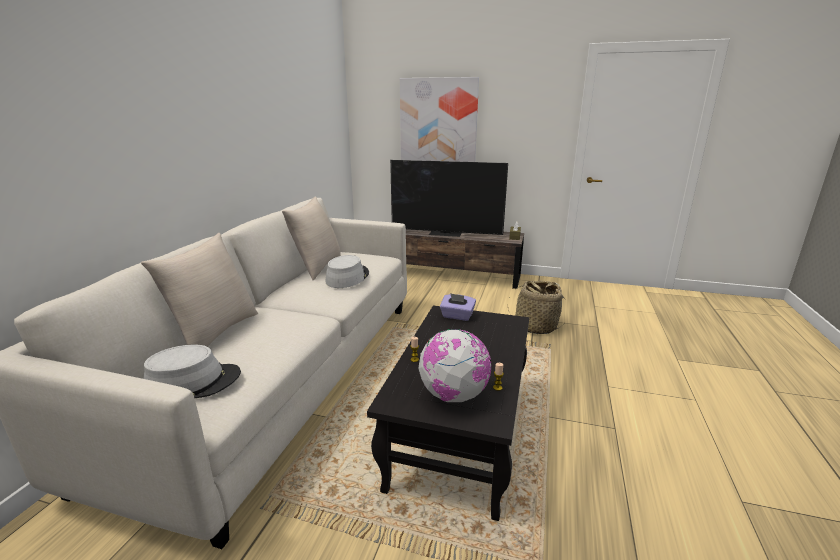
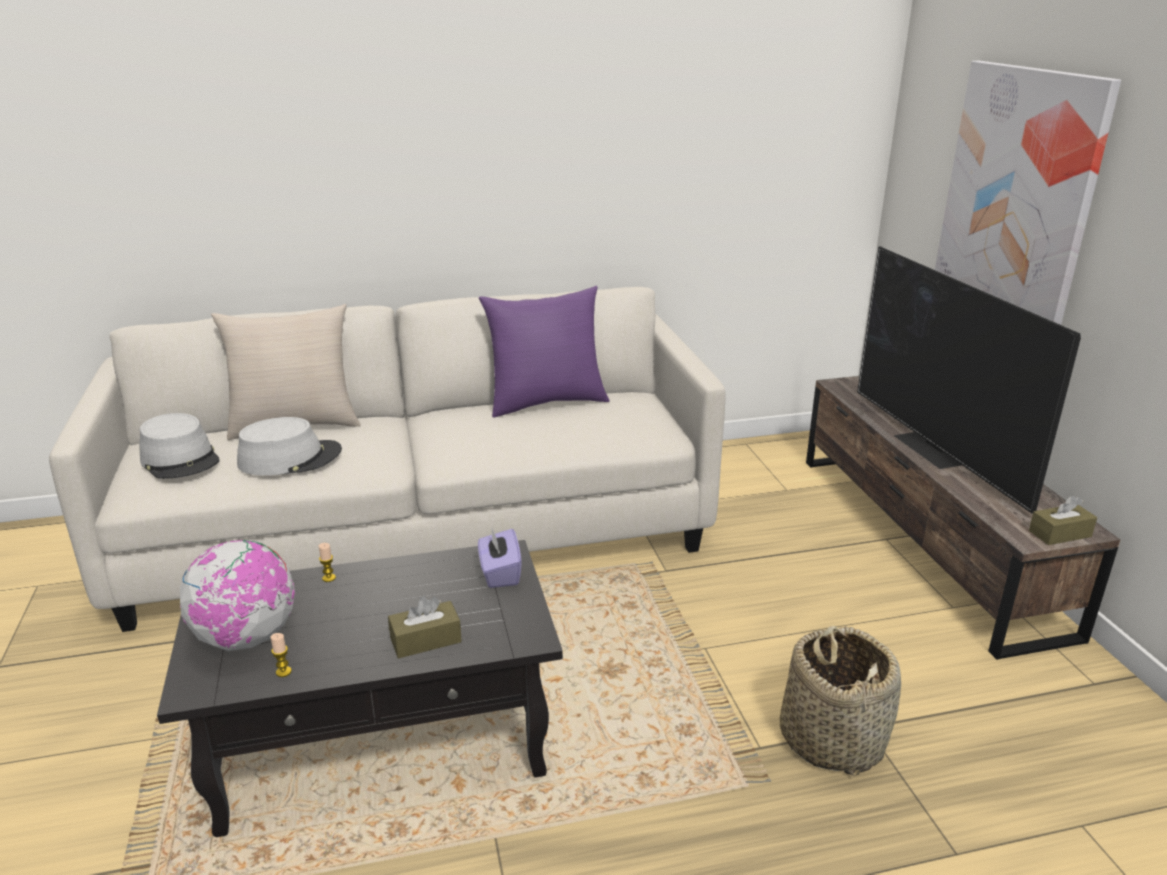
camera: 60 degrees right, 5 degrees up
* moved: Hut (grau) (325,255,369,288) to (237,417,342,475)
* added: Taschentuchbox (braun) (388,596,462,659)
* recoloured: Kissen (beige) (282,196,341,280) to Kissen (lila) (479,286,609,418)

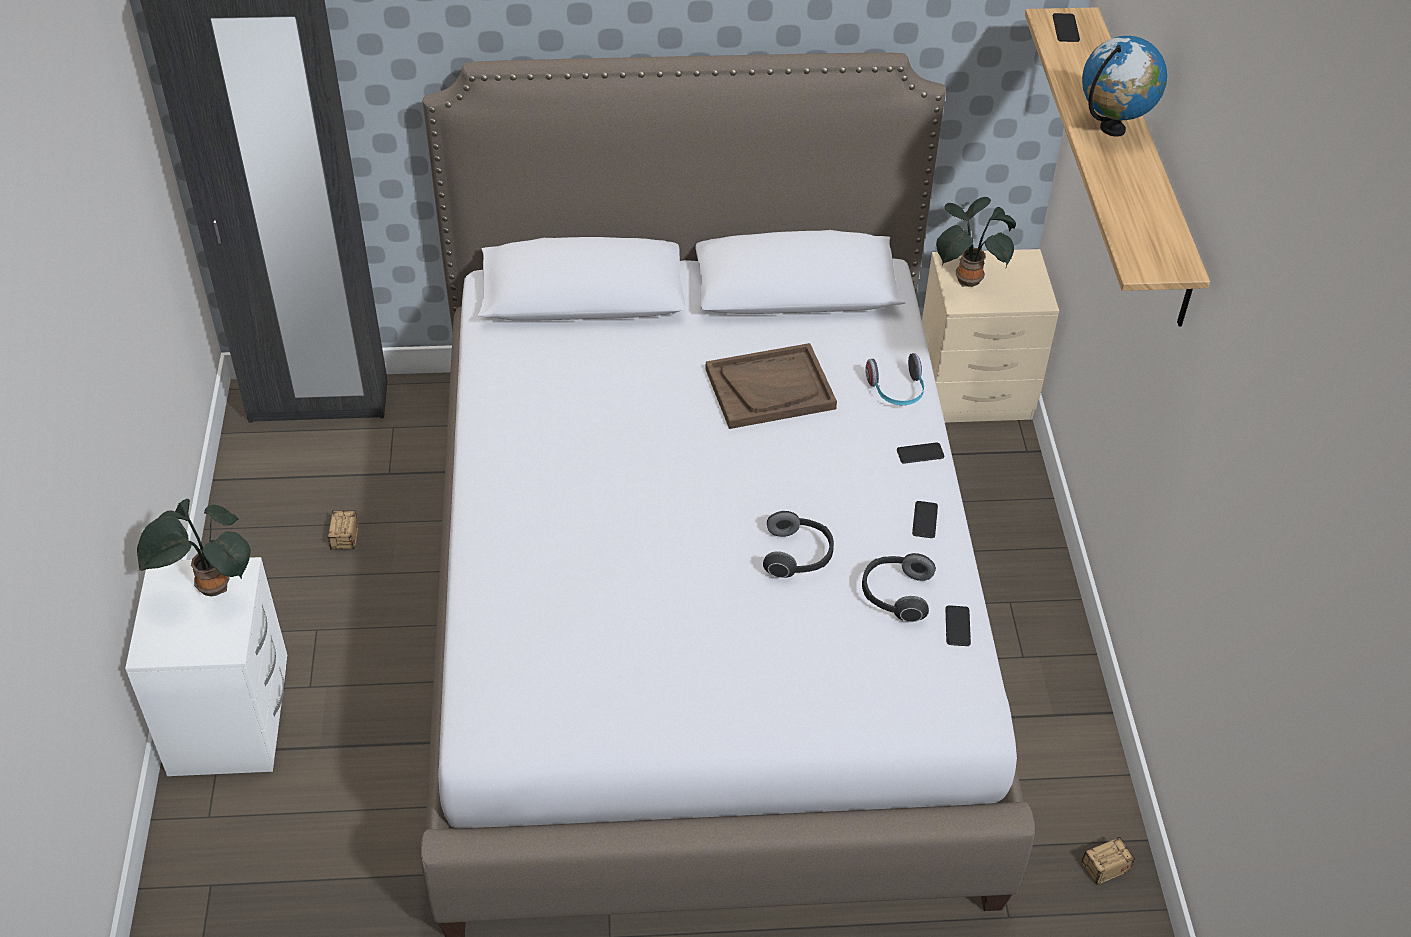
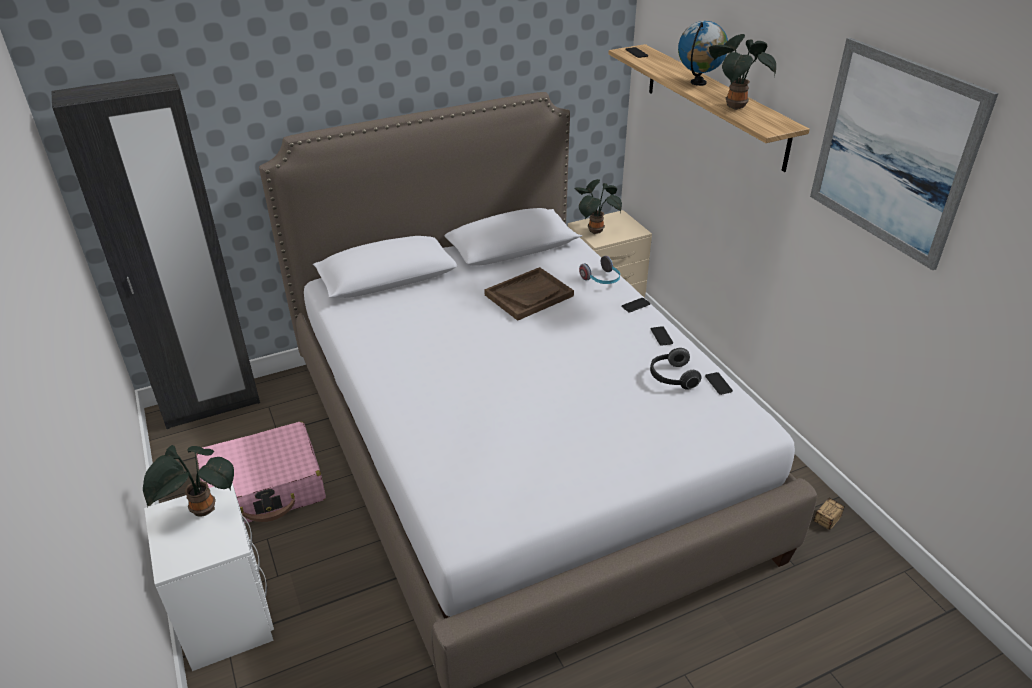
camera: 20 degrees left, 10 degrees down
* replaced: Aufbewahrungsbox (327,510,359,550) to Koffer (rosa) (196,422,326,523)
* added: Topfpflanze (709,34,776,110)
* added: Bild (810,38,999,270)
* removed: Kopfhörer (763,511,834,578)

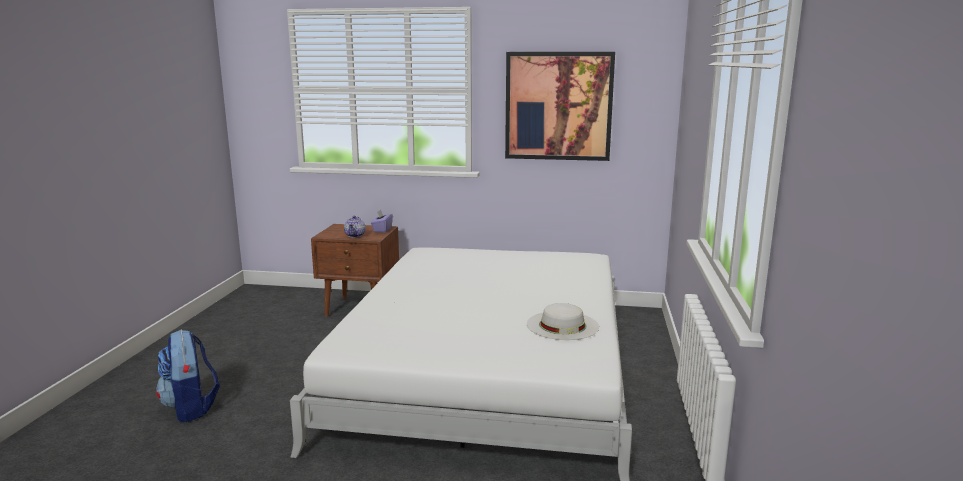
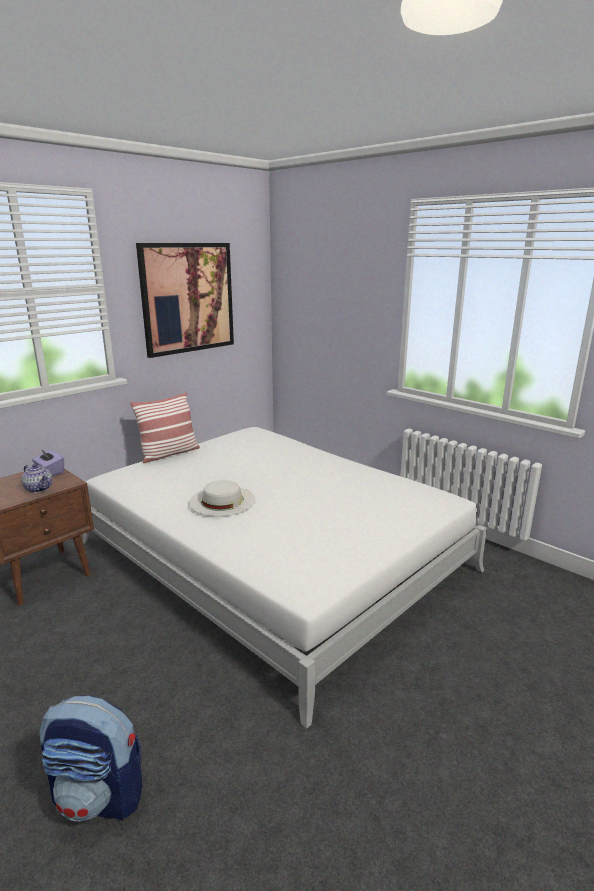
camera: 55 degrees left, 5 degrees up
* added: Kissen (130,392,200,463)
* moved: Hut (weiß) (527,303,599,340) to (189,480,256,517)

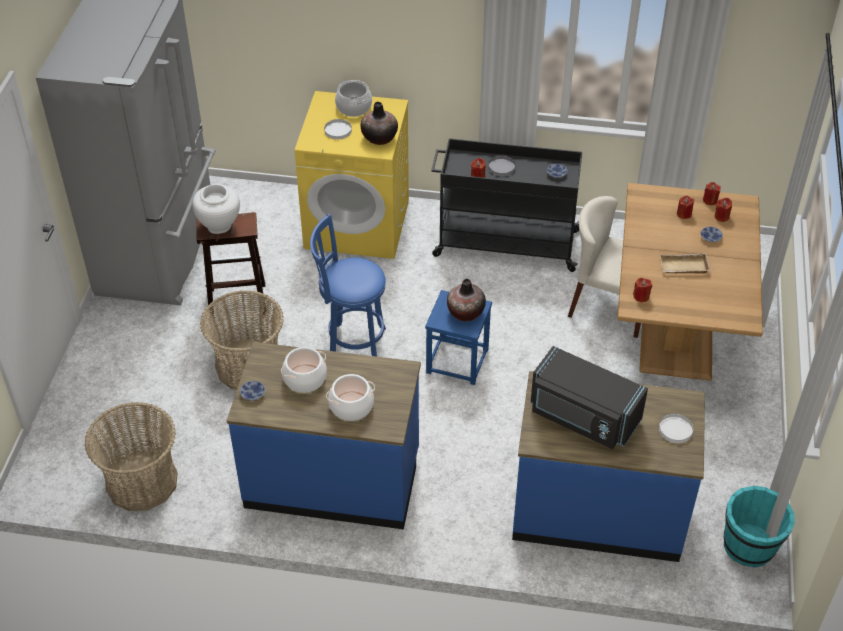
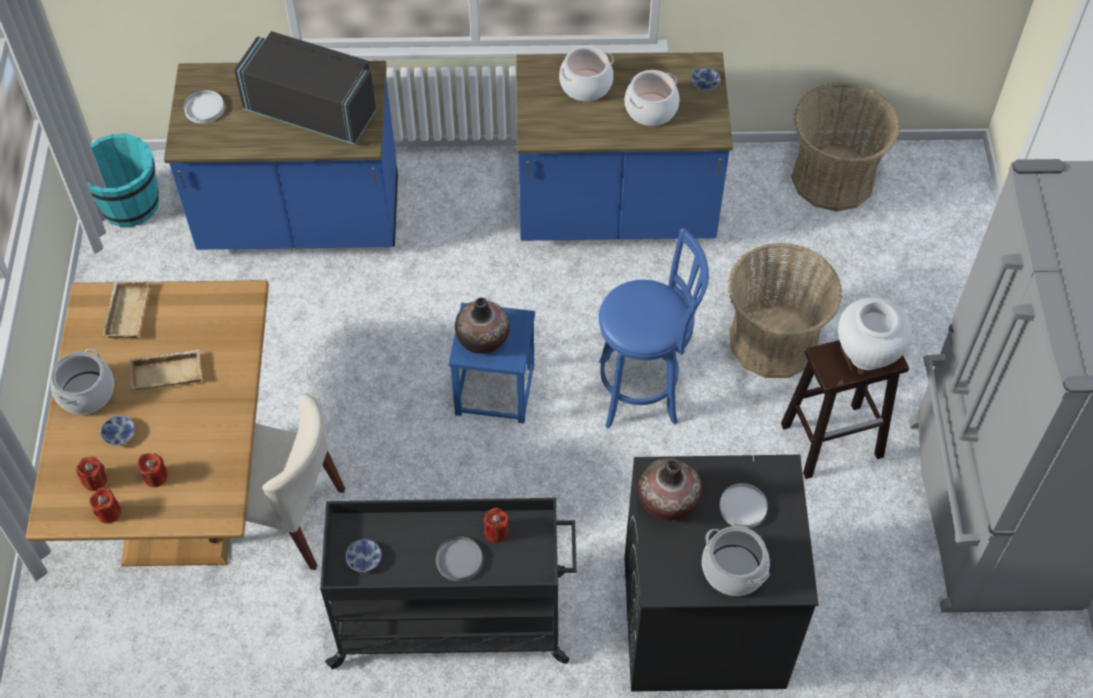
camera: 170 degrees right, 10 degrees up
* added: Kochtopf (51,349,114,414)
* added: Tablett (beige) (102,281,149,339)
* recoloured: Waschmaschine (gelb) (295,91,409,259) to Waschmaschine (schwarz) (624,455,819,692)
* removed: Kerze (rot) (633,278,652,302)

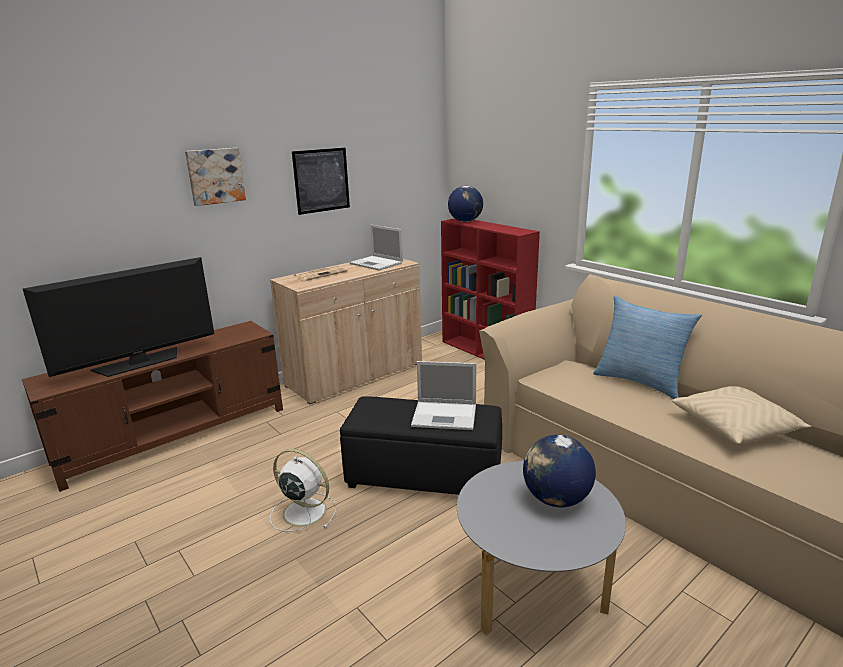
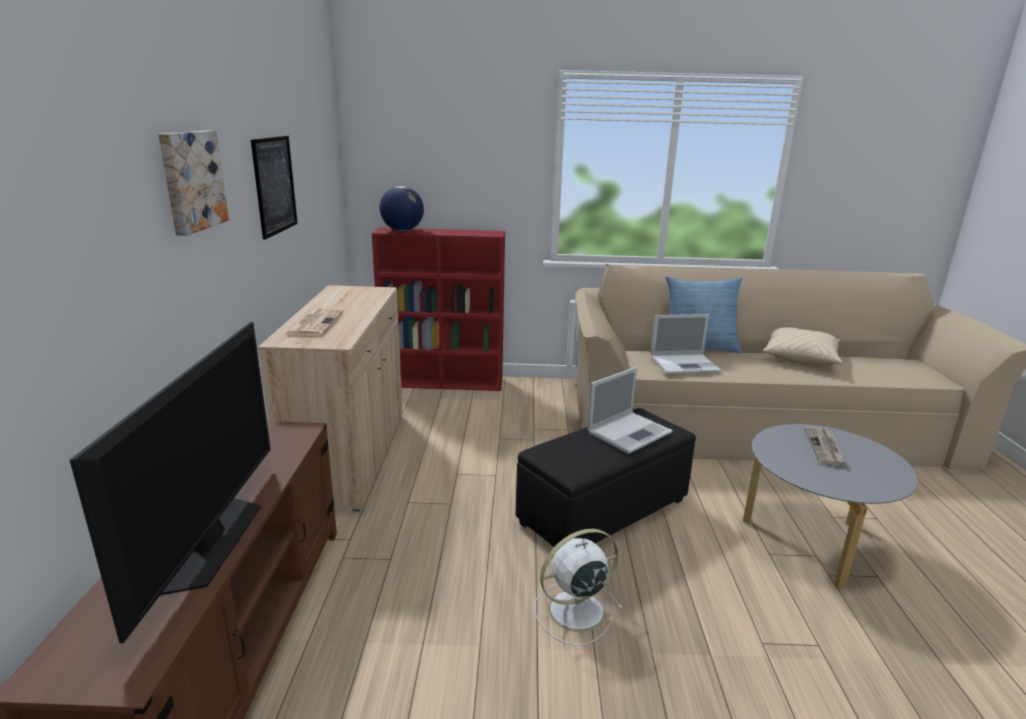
camera: 50 degrees left, 0 degrees up
* moved: Laptop (349,225,403,271) to (651,314,722,374)
* replaced: Globus (523,435,596,507) to Zeitung (804,427,847,466)

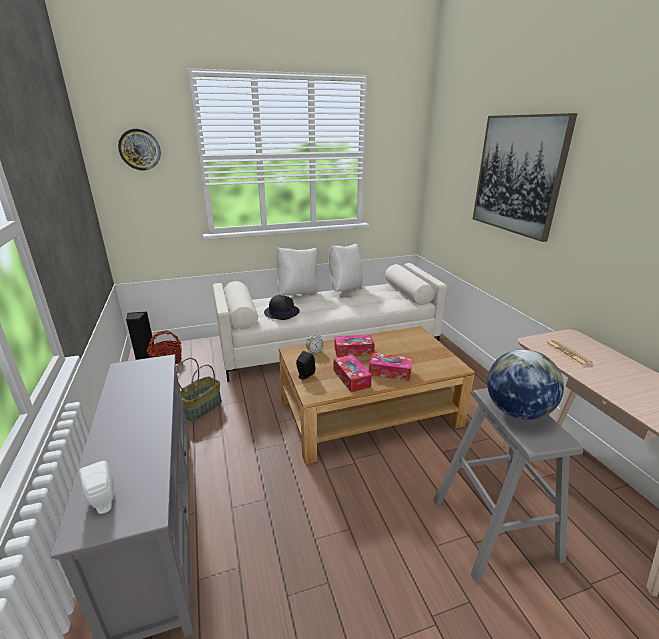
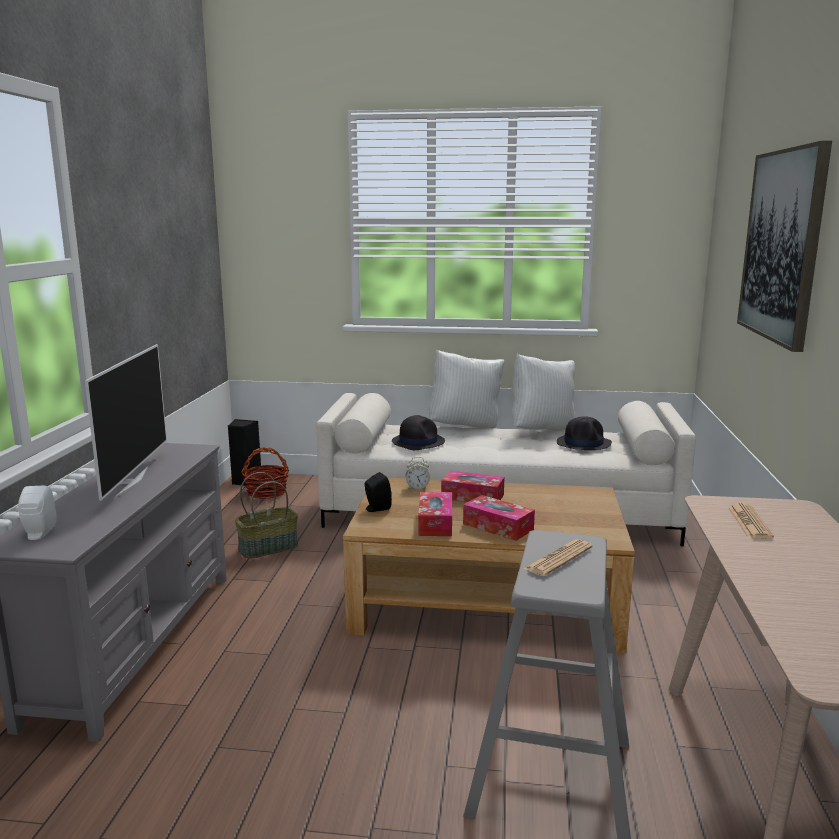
camera: 25 degrees right, 10 degrees down
* added: Fernseher (85,344,167,501)
* replaced: Globus (487,349,564,420) to Zeitung (524,539,593,576)
* added: Hut (schwarz) (557,416,612,450)
* removed: Wanduhr (118,129,161,170)

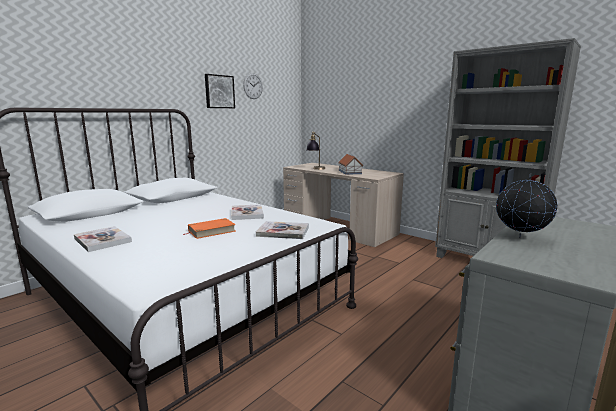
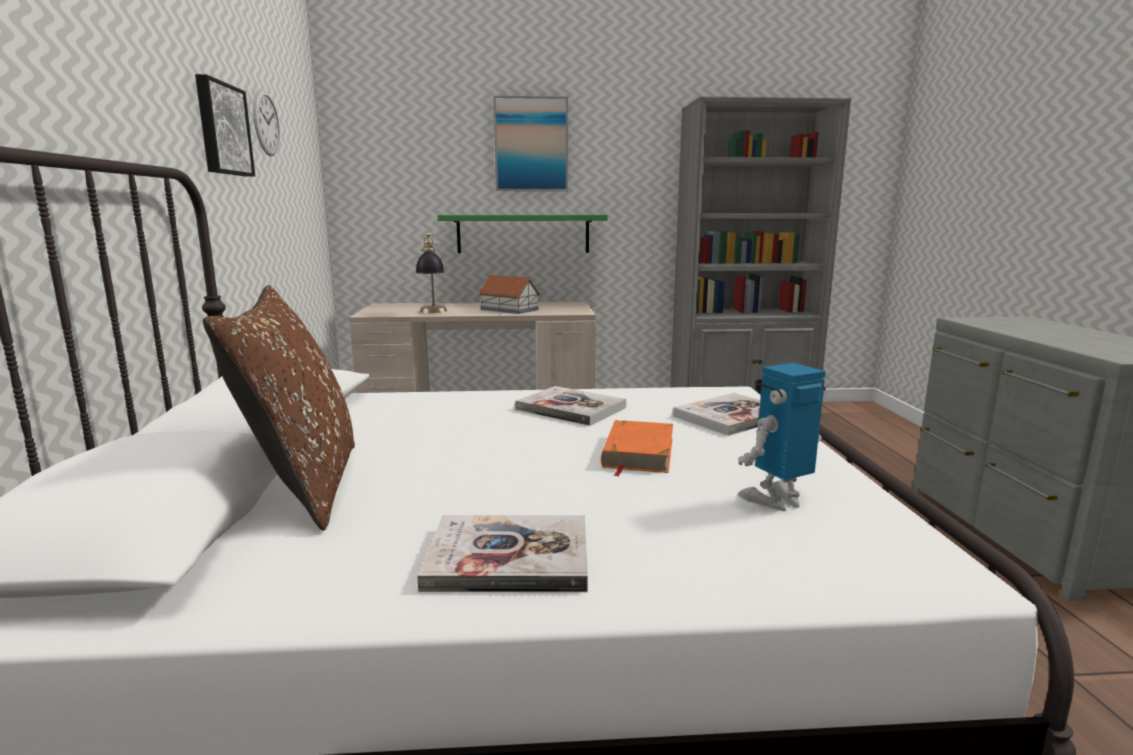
camera: 45 degrees left, 0 degrees up
* added: Kissen (braun) (203,285,355,531)
* added: Wandregal (grün) (437,215,607,253)
* added: Bild (494,96,568,191)
* added: Spielzeugroboter (738,363,826,511)
* removed: Globus (496,174,557,238)

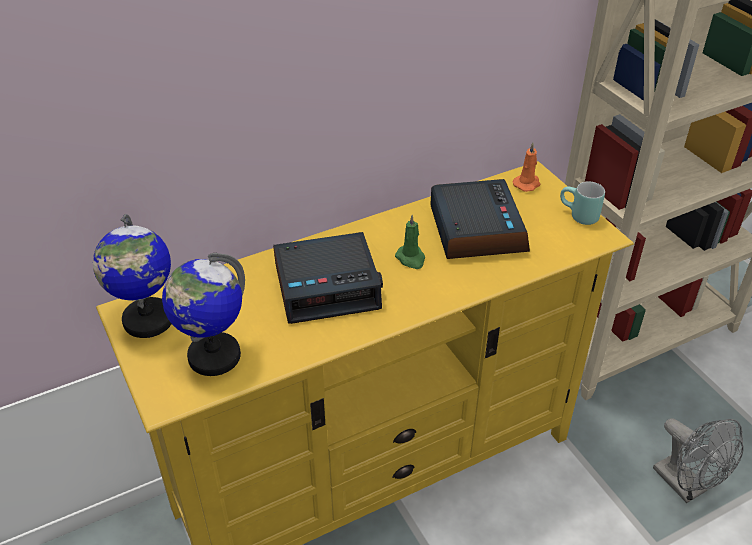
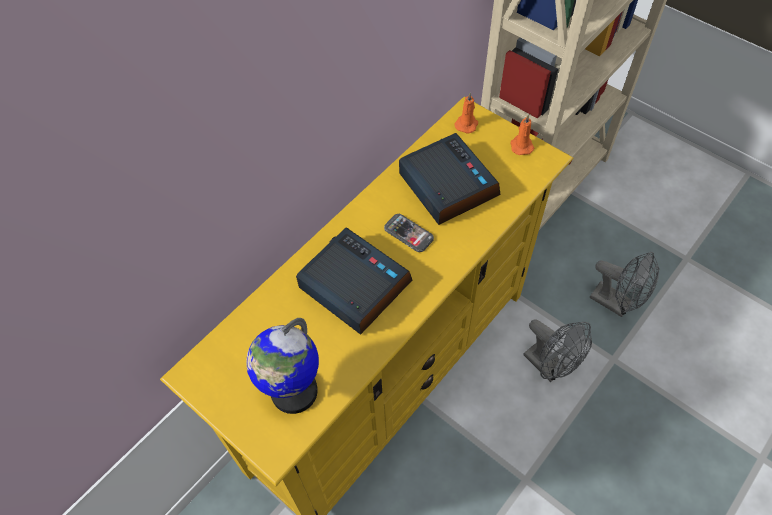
camera: 20 degrees left, 15 degrees up
* turned: Wecker (273,232,383,324) = (296,227,412,335) 105 degrees counterclockwise
* replaced: Kerze (grün) (395,215,425,269) to Handy (384,214,434,252)
* replaced: Henkelbecher (türkis) (560,181,605,225) to Kerze (orange) (510,115,534,155)
* added: Ventilator (grau) (524,319,592,382)
* removed: Globus (93,214,171,338)

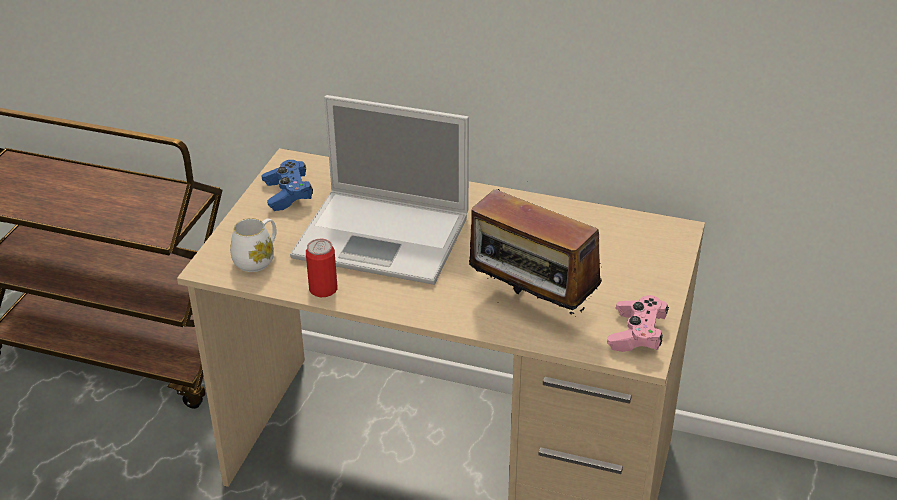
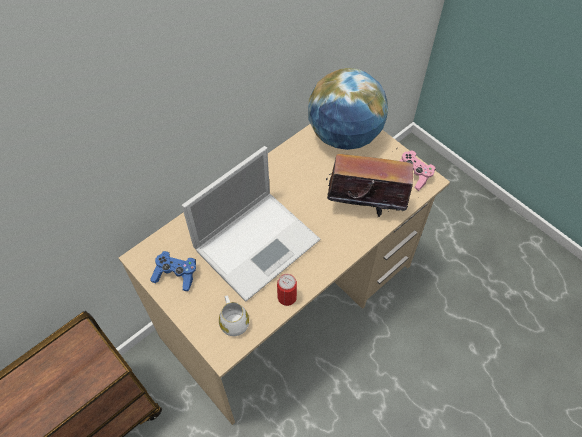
camera: 60 degrees left, 20 degrees up
* added: Globus (308,68,388,150)
* turned: Radio (469,181,602,314) = (326,148,413,217) 150 degrees counterclockwise

